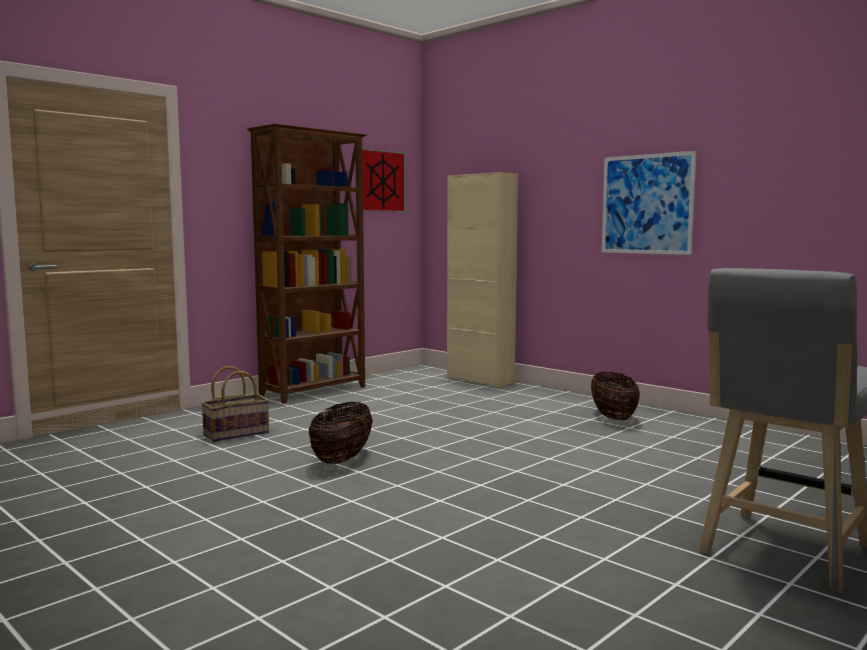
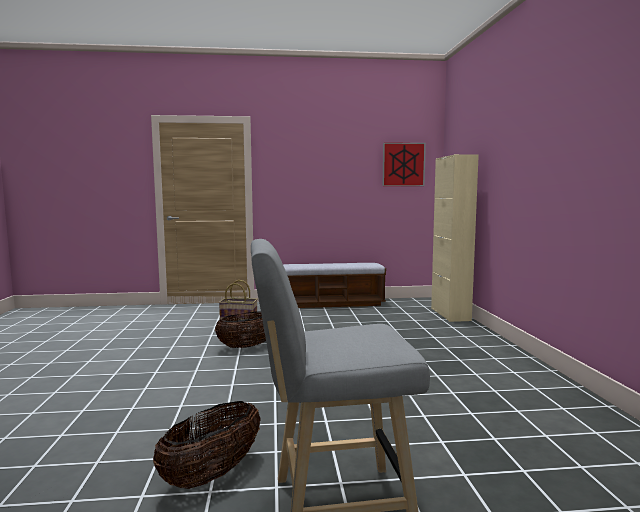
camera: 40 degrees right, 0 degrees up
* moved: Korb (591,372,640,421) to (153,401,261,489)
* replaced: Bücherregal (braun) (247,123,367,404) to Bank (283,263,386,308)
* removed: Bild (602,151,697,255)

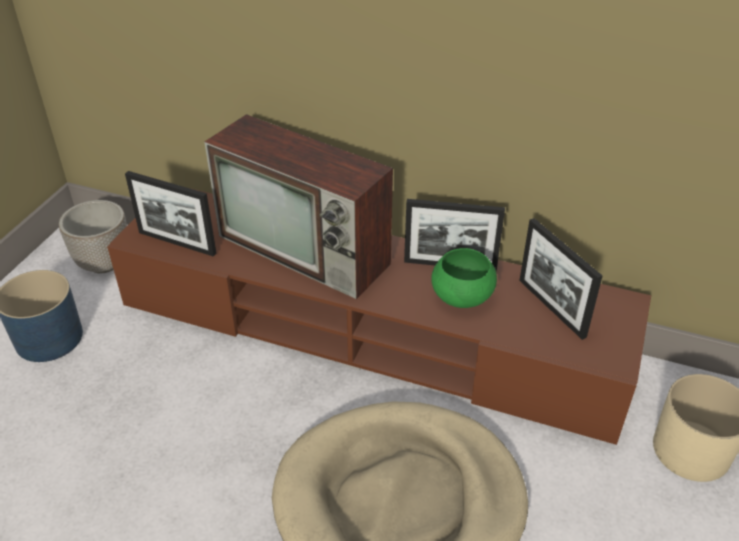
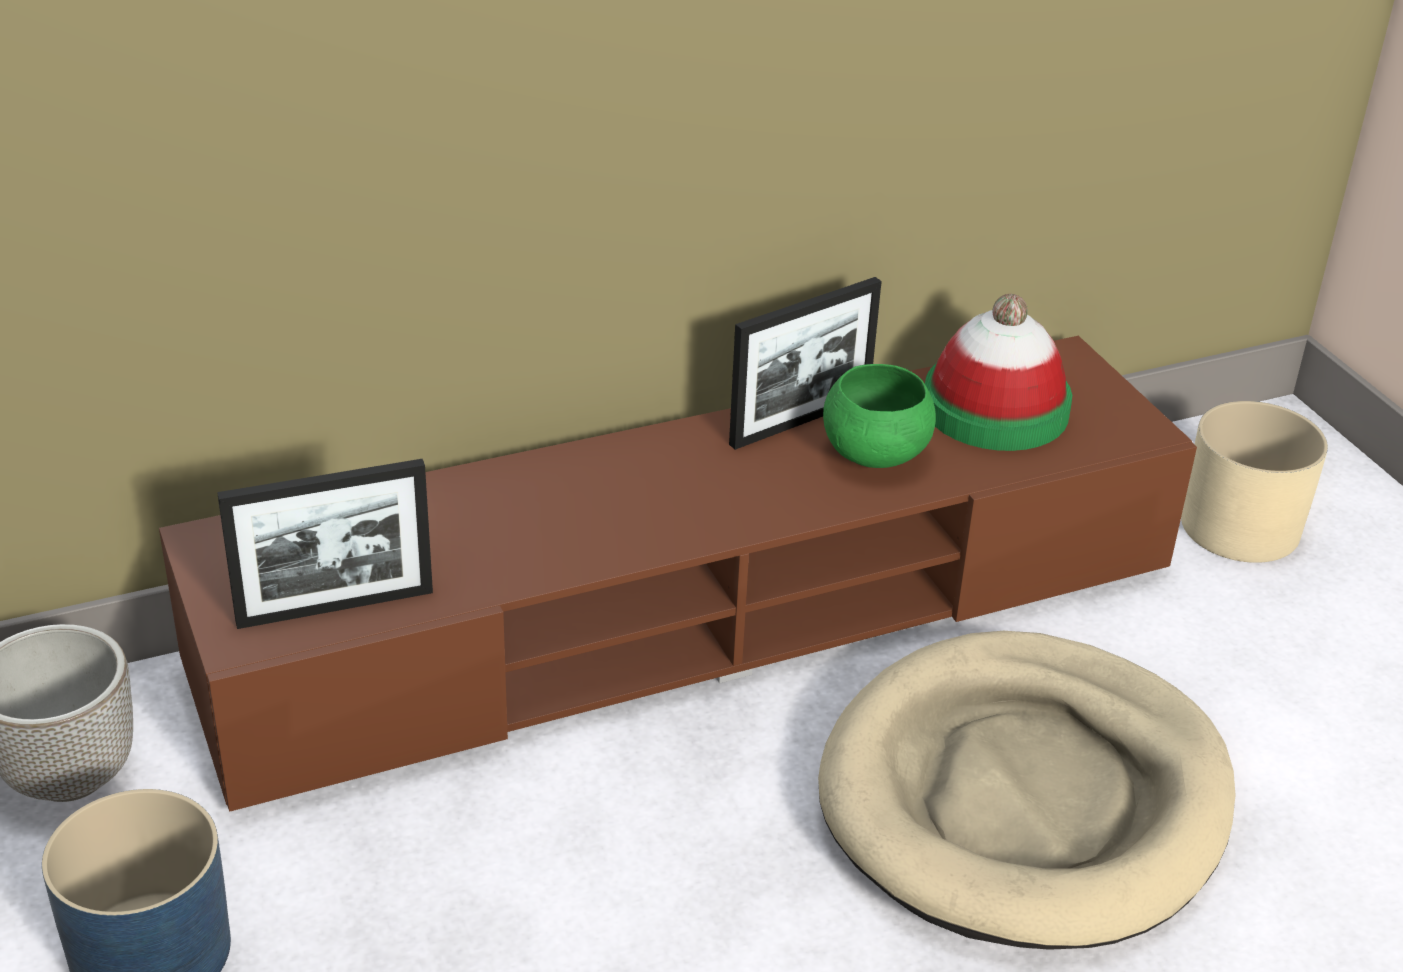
camera: 45 degrees left, 5 degrees down
* replaced: Bilderrahmen (519,218,602,340) to Hut (925,294,1072,451)
* removed: Fernseher (204,114,393,299)

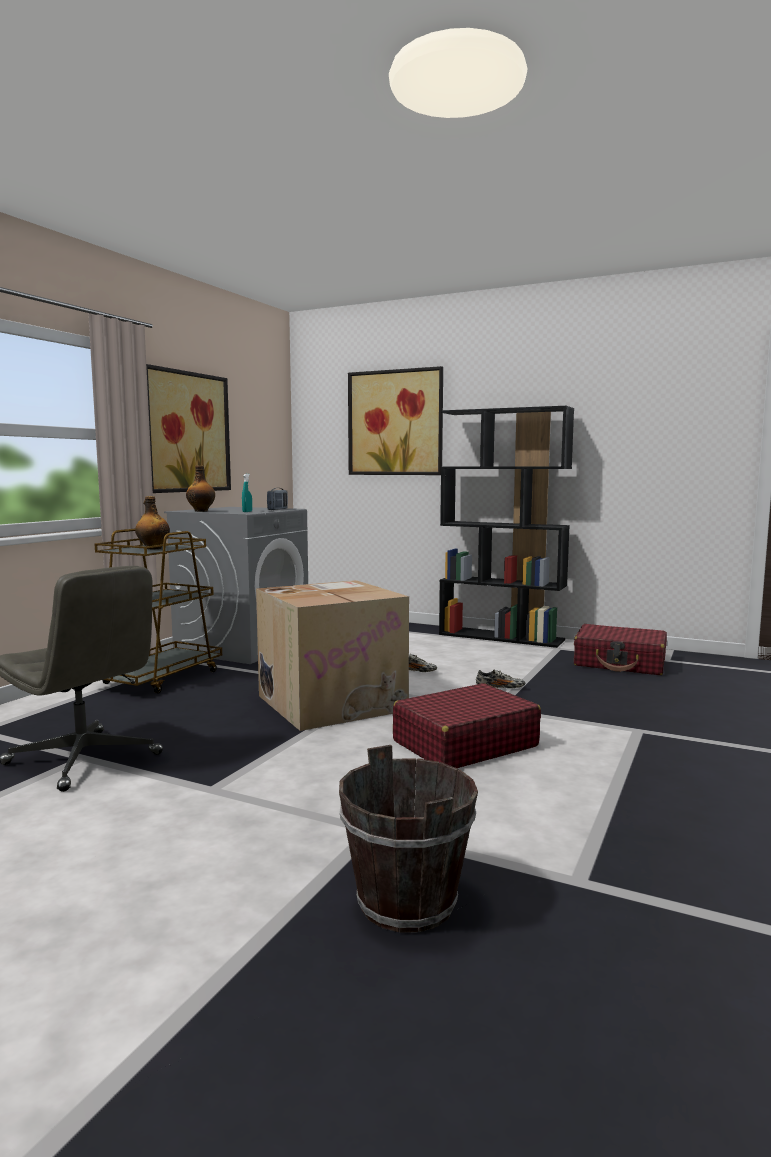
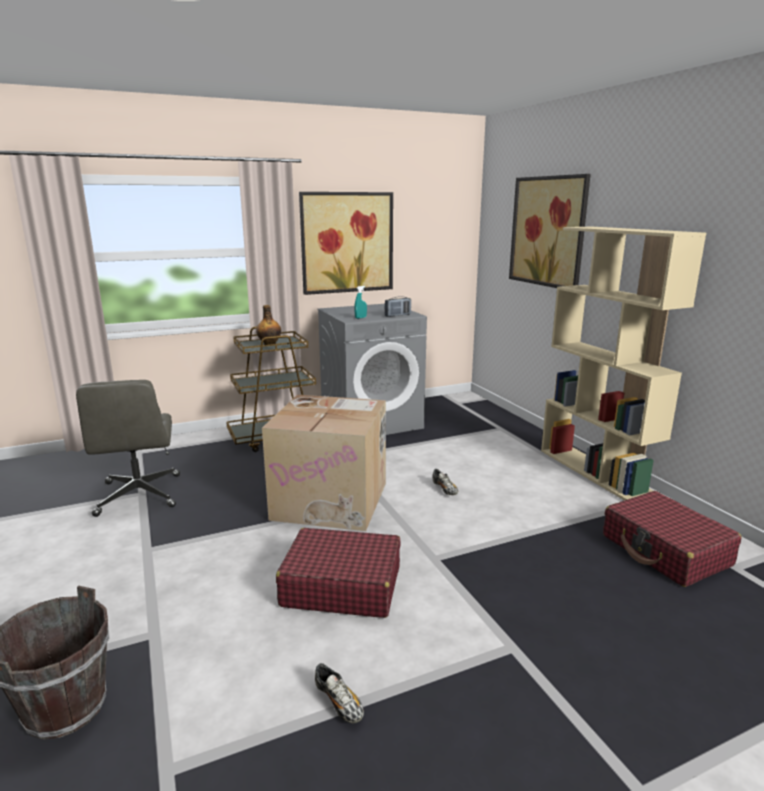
camera: 40 degrees right, 10 degrees up
* moved: Schuh (476,669,525,689) to (315,663,364,723)
* recoloured: Bücherregal (schwarz) (439,406,574,648) to Bücherregal (beige) (541,227,706,501)
* removed: Flasche (186,465,215,512)

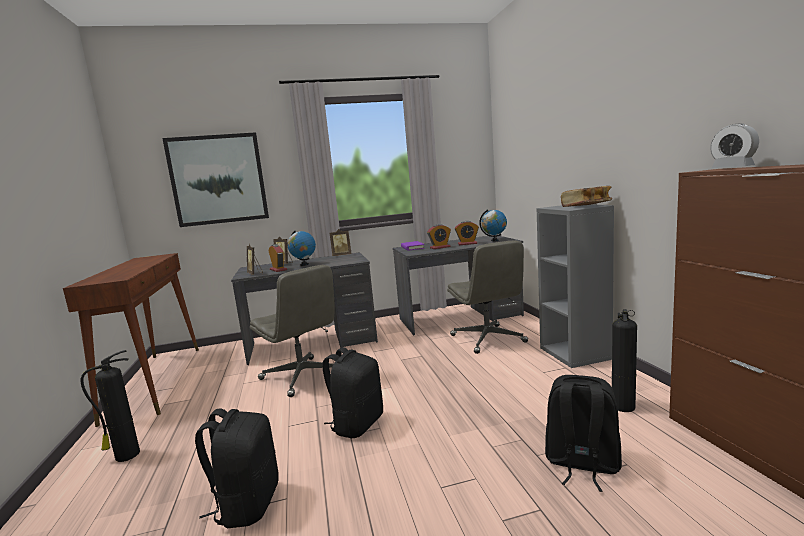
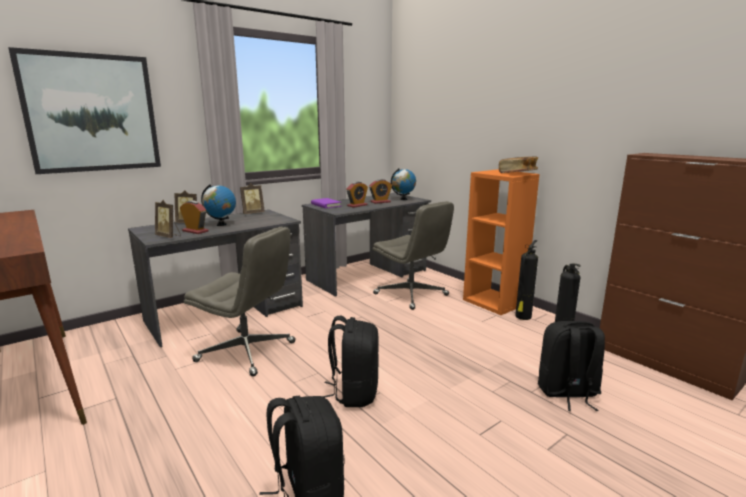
camera: 25 degrees left, 5 degrees up
* recoloured: Bücherregal (grau) (537,204,614,368) to Bücherregal (orange) (463,169,539,315)
* moved: Feuerlöscher (81,350,140,462) to (515,240,538,320)
* removed: Wecker (710,124,759,168)

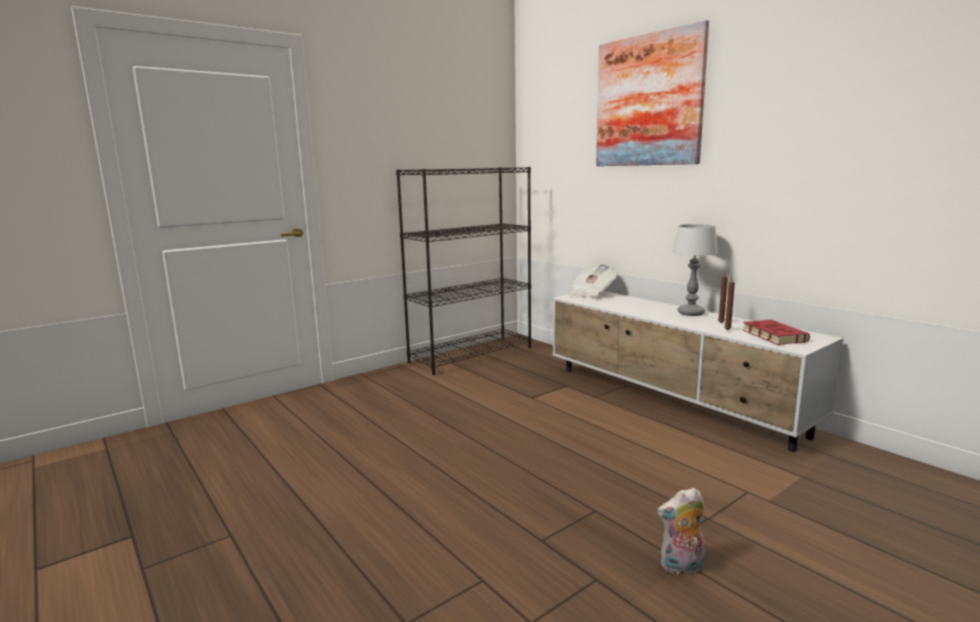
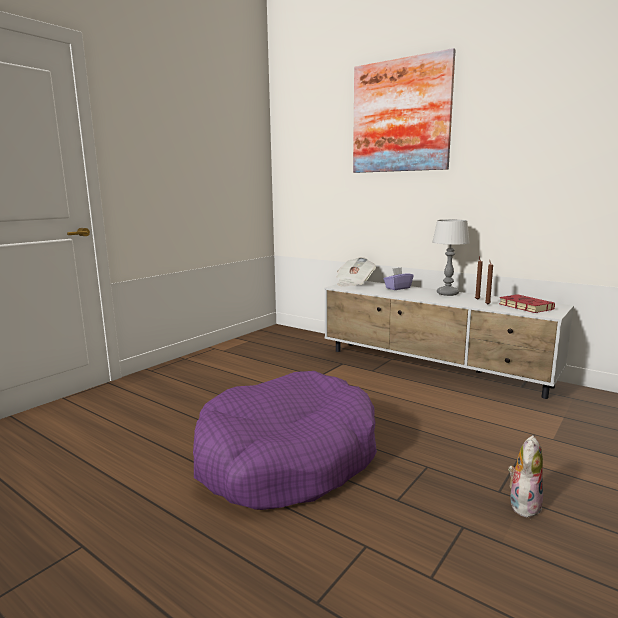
camera: 15 degrees left, 0 degrees up
* added: Hundebett (lila) (193,371,377,510)
* added: Taschentuchbox (lila) (384,267,413,290)
* turned: Plüschtier (657,488,705,574) = (508,436,543,517) 150 degrees clockwise
* removed: Bücherregal (schwarz) (396,167,531,375)

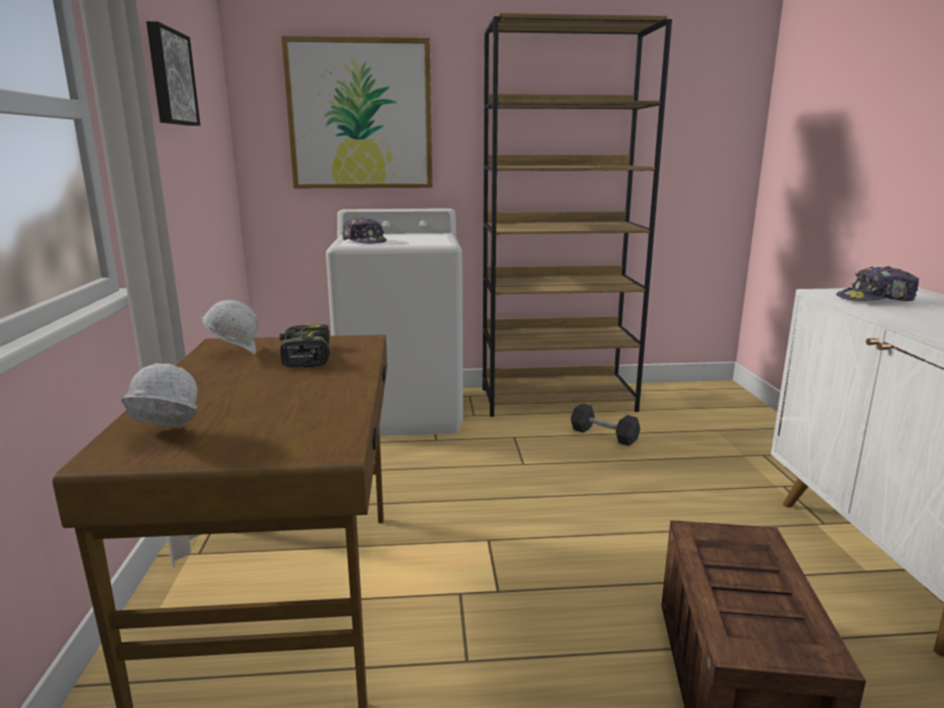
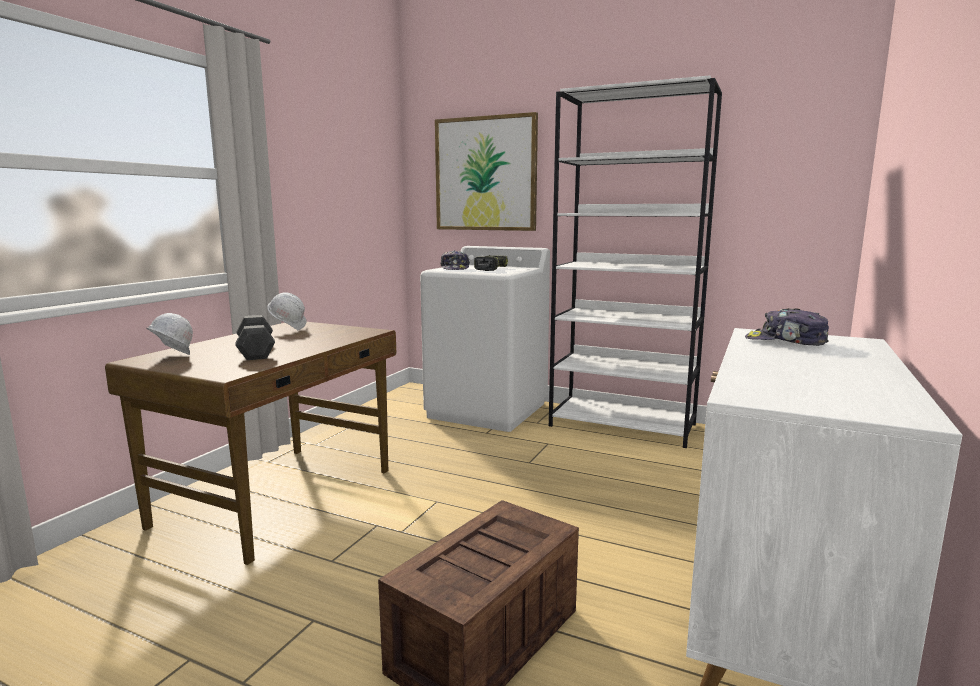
camera: 30 degrees right, 5 degrees down
* moved: Hantel (grau) (571,403,640,446) to (235,315,275,360)
* moved: Bohrmaschine (279,325,330,367) to (474,255,508,271)
* recoloured: Bücherregal (braun) (483,13,672,417) to Bücherregal (weiß) (549,75,722,448)
* removed: Bild (146,21,200,126)

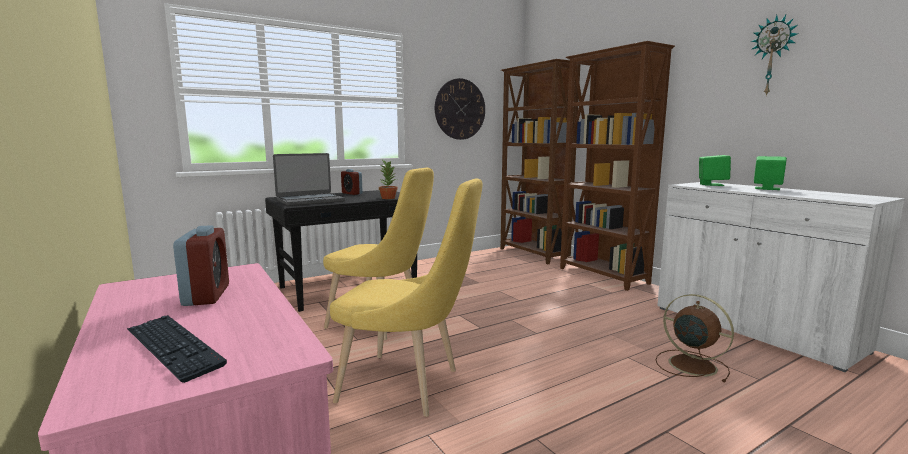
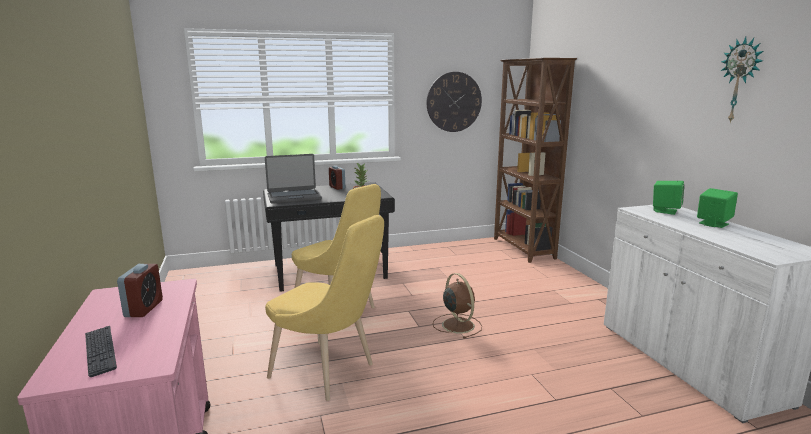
camera: 15 degrees right, 5 degrees up
* moved: Ventilator (braun) (656,294,734,382) to (433,273,482,339)
* removed: Bücherregal (braun) (560,41,675,291)

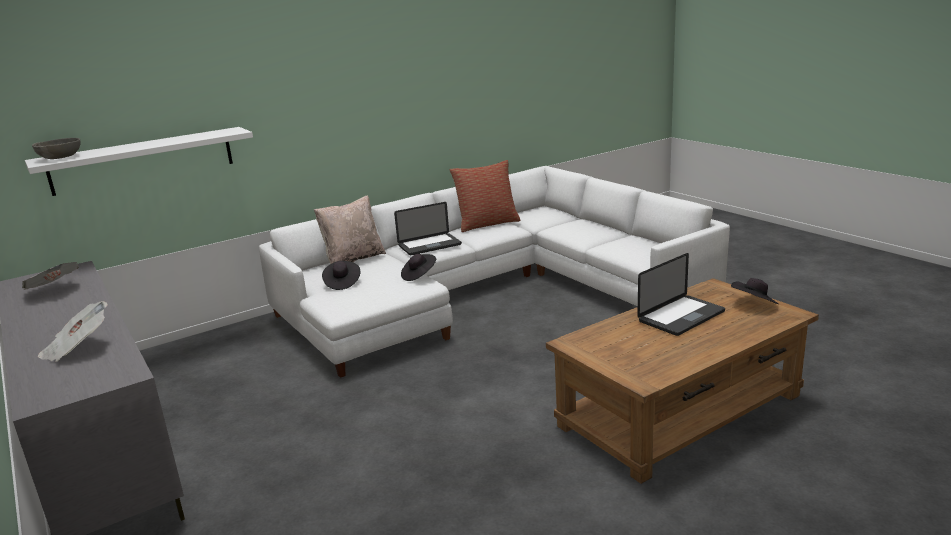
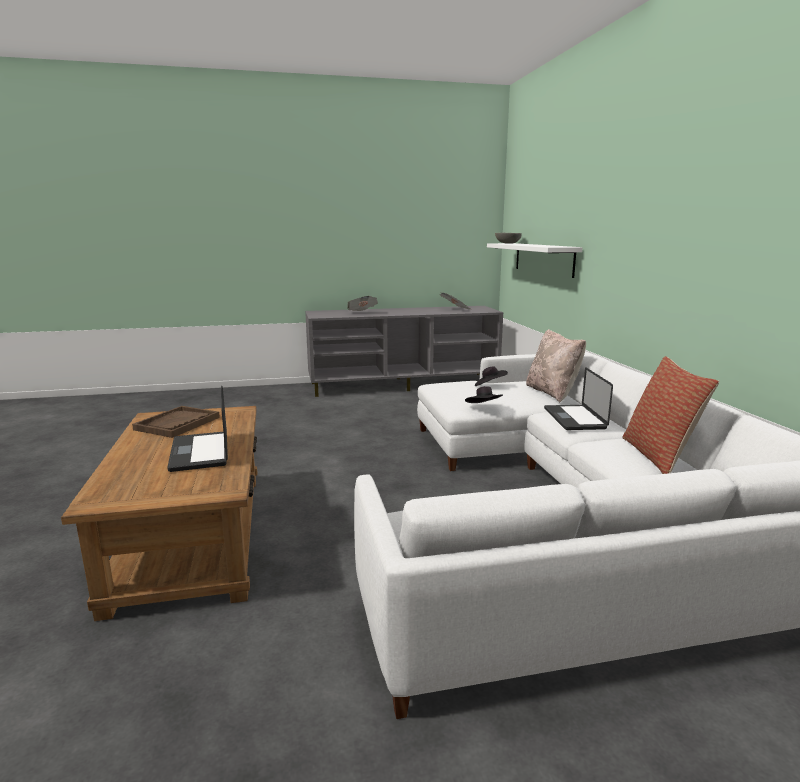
camera: 110 degrees right, 5 degrees down
* added: Tablett (braun) (132,406,220,438)
* removed: Hut (schwarz) (731,278,779,304)

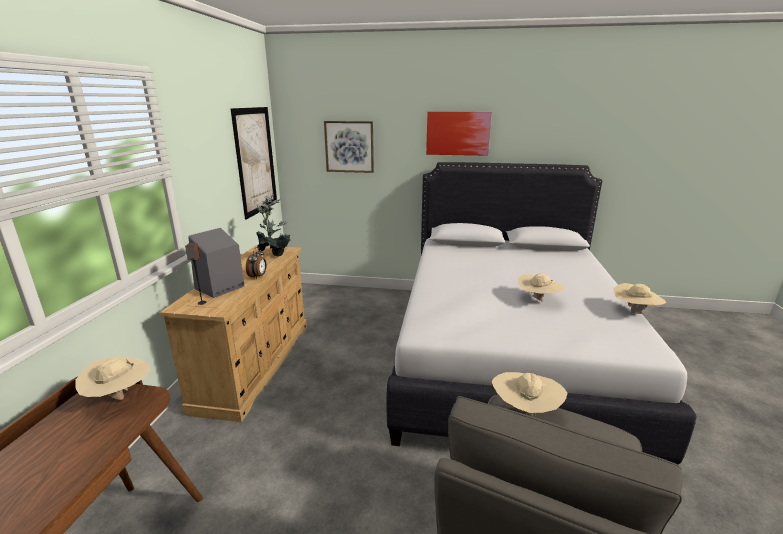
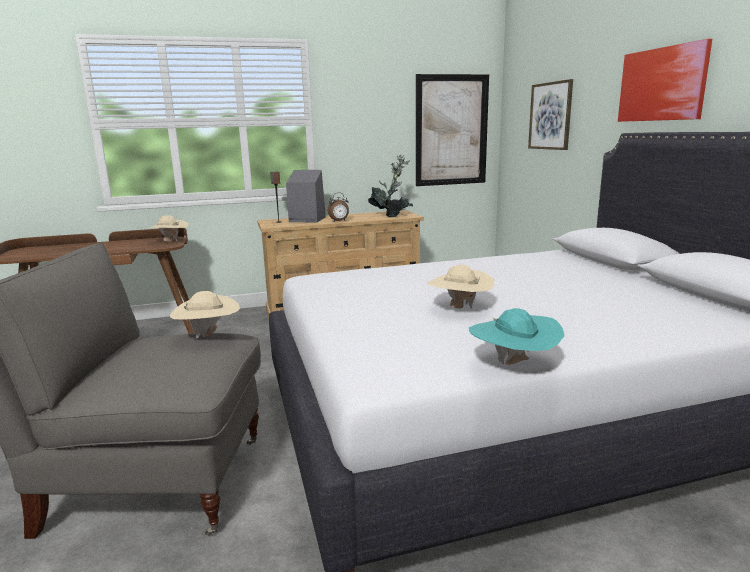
camera: 65 degrees right, 5 degrees down
* recoloured: Hut (beige) (614,283,666,315) to Hut (türkis) (469,308,565,365)

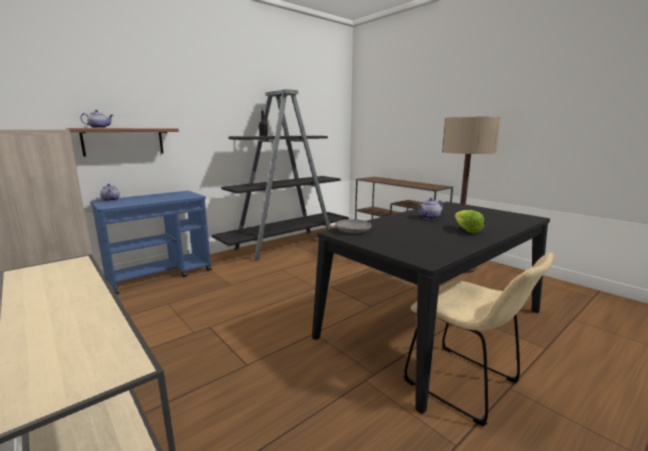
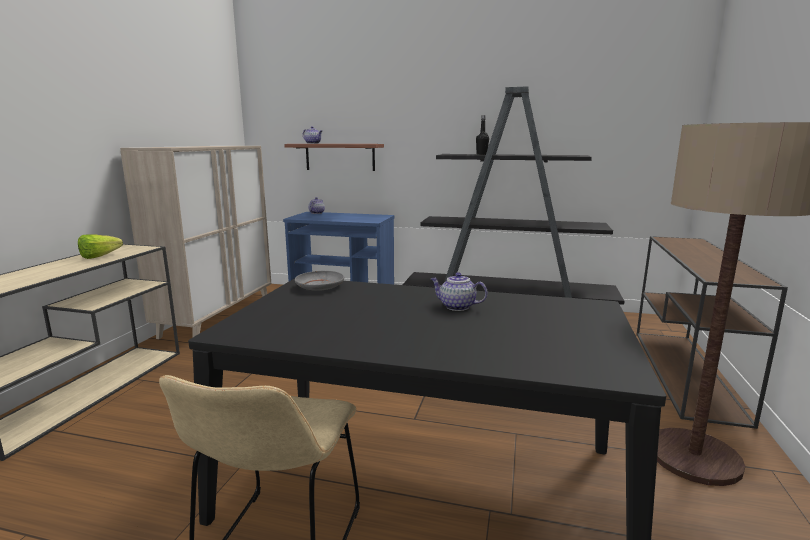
camera: 55 degrees right, 0 degrees up
* moved: Salatkopf (455,210,484,233) to (78,234,123,259)

